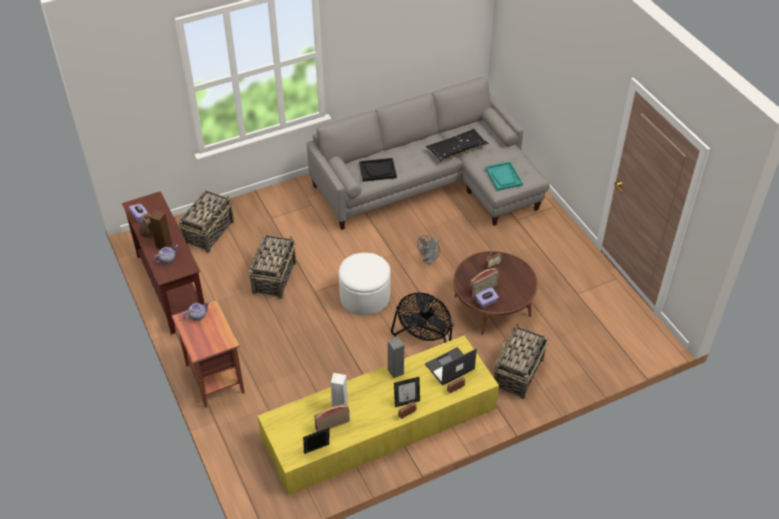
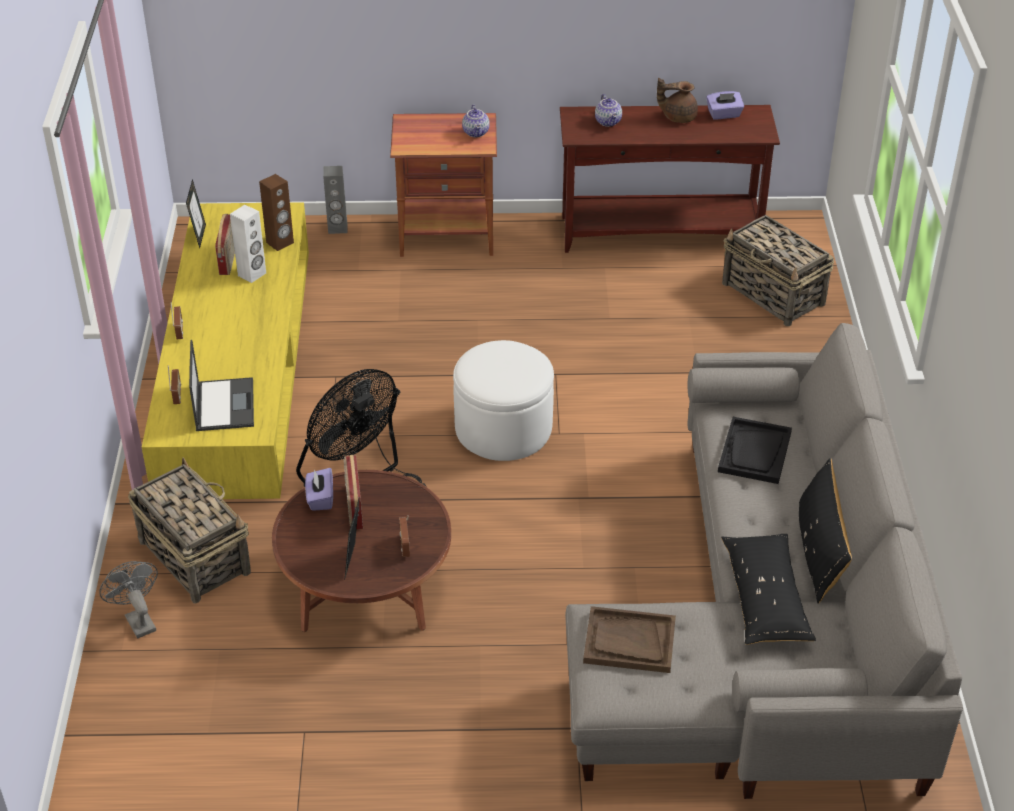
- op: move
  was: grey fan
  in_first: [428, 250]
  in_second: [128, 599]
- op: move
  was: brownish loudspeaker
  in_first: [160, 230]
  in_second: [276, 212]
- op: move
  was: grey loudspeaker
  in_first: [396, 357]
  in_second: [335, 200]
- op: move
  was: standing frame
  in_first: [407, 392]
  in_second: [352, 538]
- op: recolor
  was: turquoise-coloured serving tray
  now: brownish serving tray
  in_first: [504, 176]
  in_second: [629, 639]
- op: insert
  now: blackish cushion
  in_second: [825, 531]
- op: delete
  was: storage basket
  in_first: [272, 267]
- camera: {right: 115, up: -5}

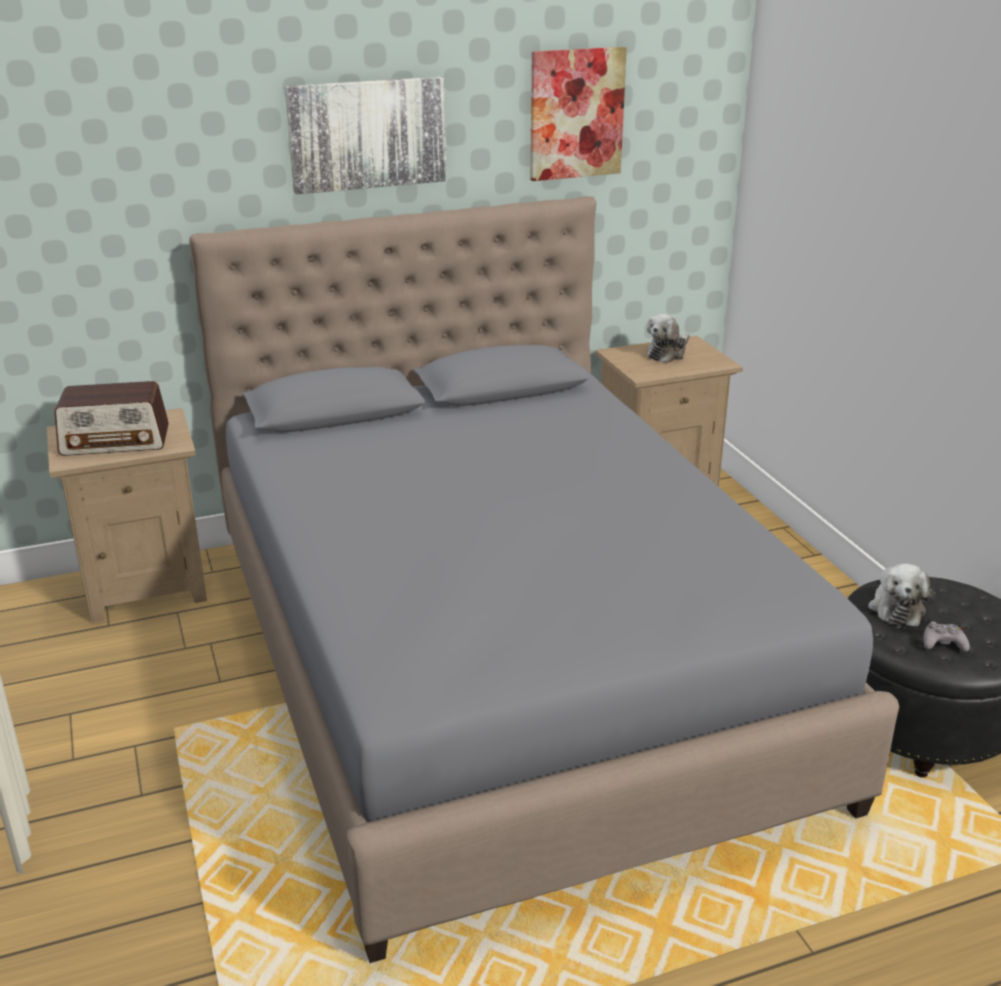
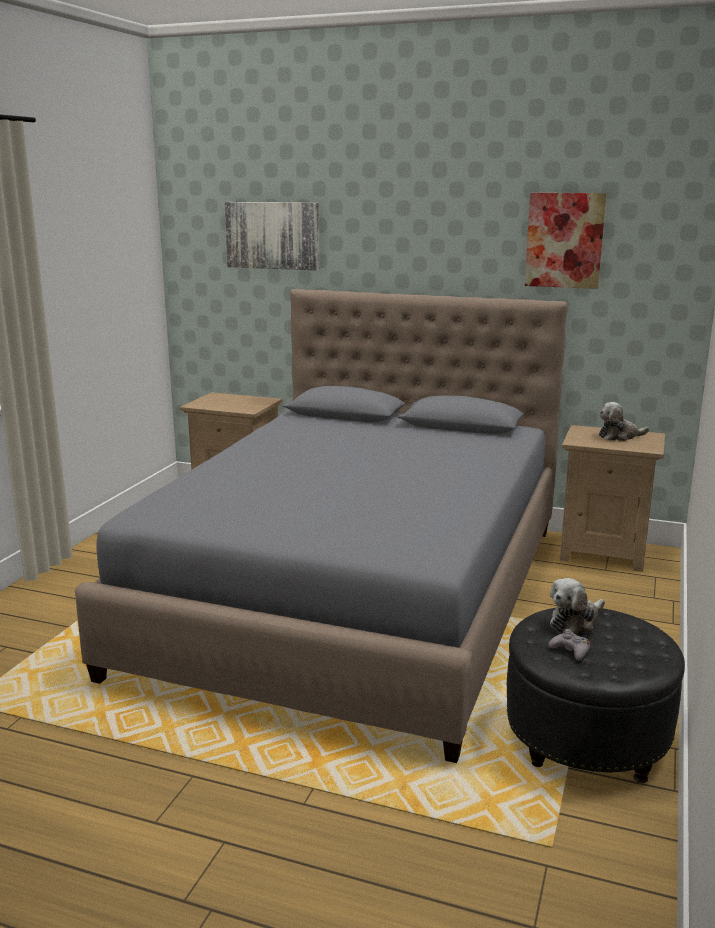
- op: move
  was: wall art
  in_first: [365, 135]
  in_second: [271, 236]
- op: delete
  was: radio set
  in_first: [112, 418]
- camera: {right: 40, up: -10}

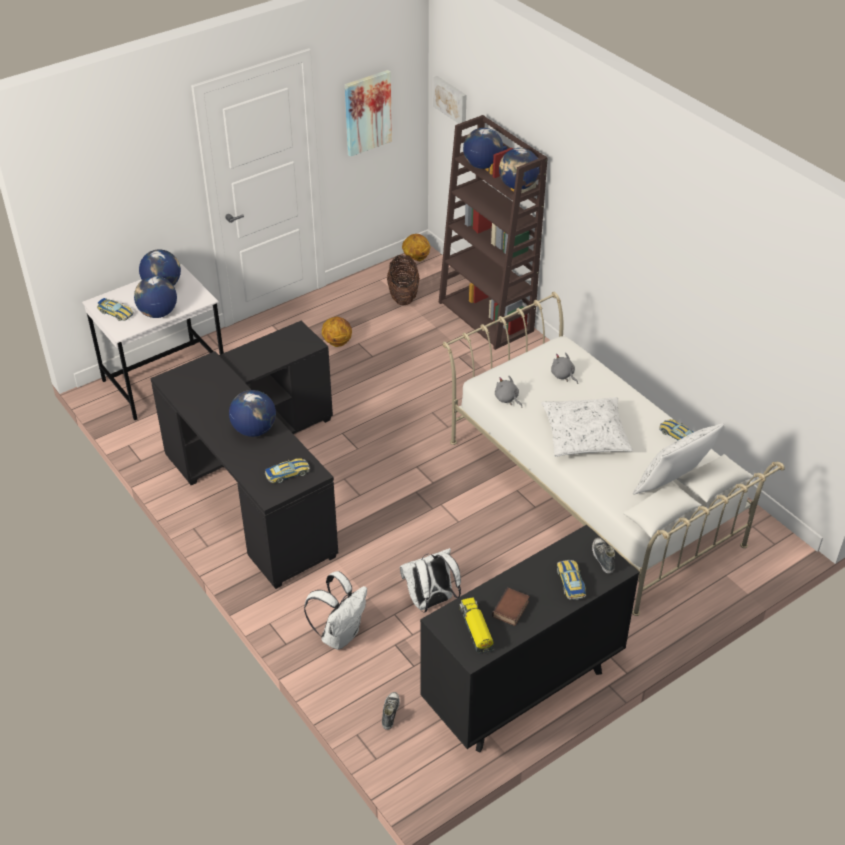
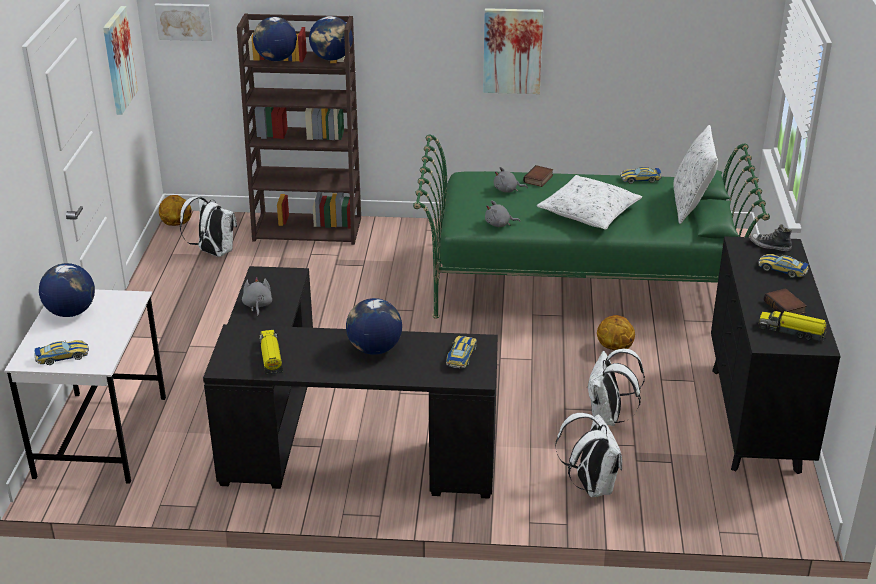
- op: replace
  was: storage basket
  now: whitish rucksack
  in_first: [403, 280]
  in_second: [208, 227]
- op: insert
  now: grey soft toy
  in_second: [257, 296]
- op: insert
  now: model truck
  in_second: [271, 352]
- op: recolor
  was: whitish bed
  now: green bed
  in_first: [614, 454]
  in_second: [591, 227]
- op: insert
  now: wall art
  in_second: [513, 51]
- op: insert
  now: bound book
  in_second: [538, 176]
- op: move
  was: basketball ball
  in_first: [337, 332]
  in_second: [616, 332]
- op: delete
  was: desk globe
  in_first: [155, 297]
- op: delete
  was: low shoe
  in_first: [391, 711]
- camera: {right: -50, up: -10}

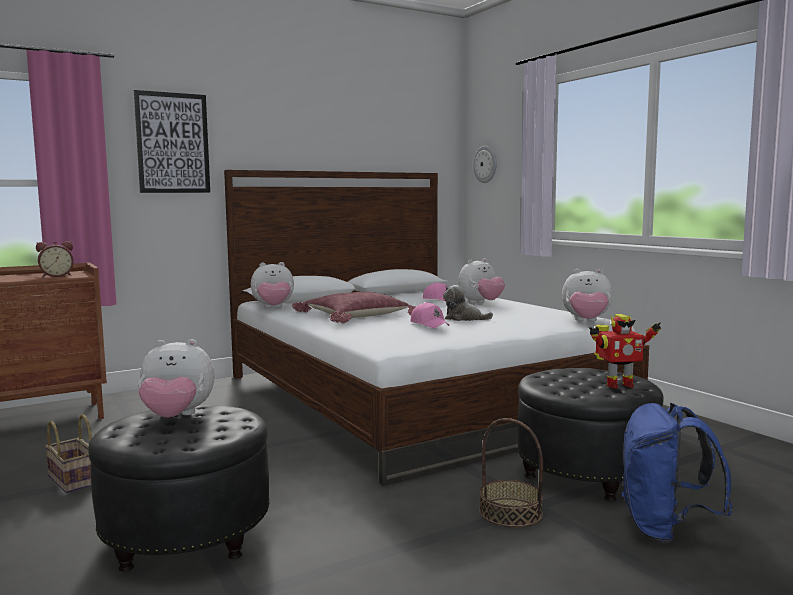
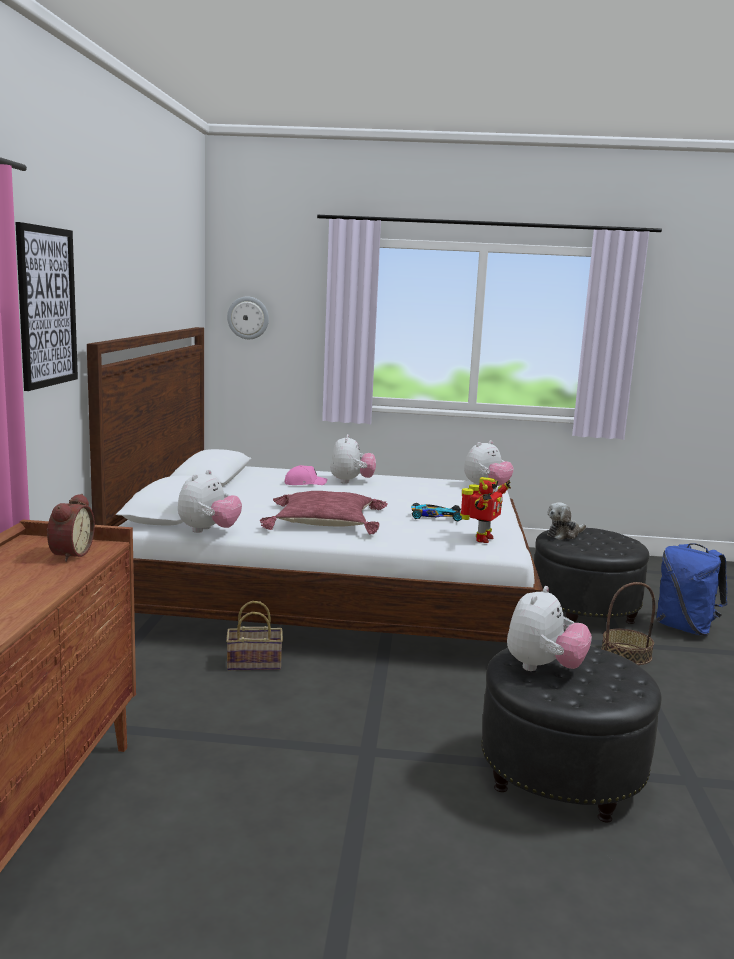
- op: move
  was: storage basket
  in_first: [68, 453]
  in_second: [254, 635]
- op: replace
  was: pinkish cap
  now: miniature car
  in_first: [429, 315]
  in_second: [436, 512]
- op: move
  was: model robot
  in_first: [625, 351]
  in_second: [485, 510]
- op: move
  was: soft toy
  in_first: [468, 303]
  in_second: [566, 521]
- camera: {right: -55, up: 5}

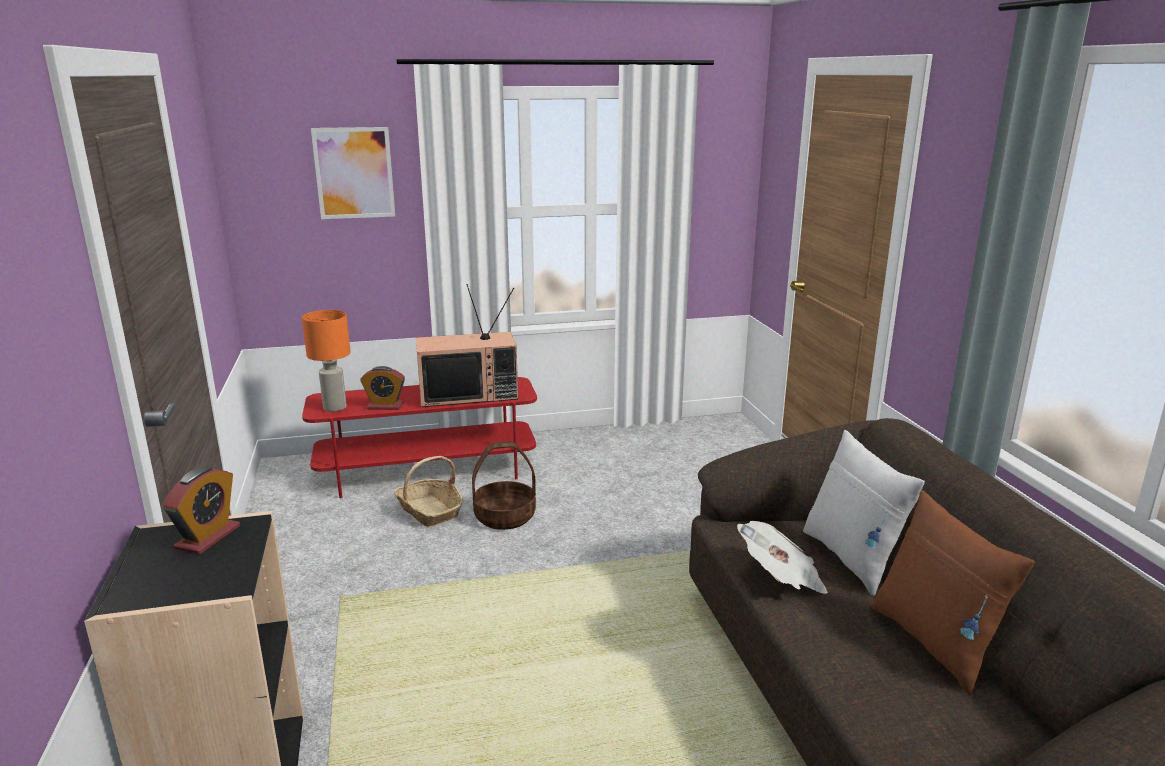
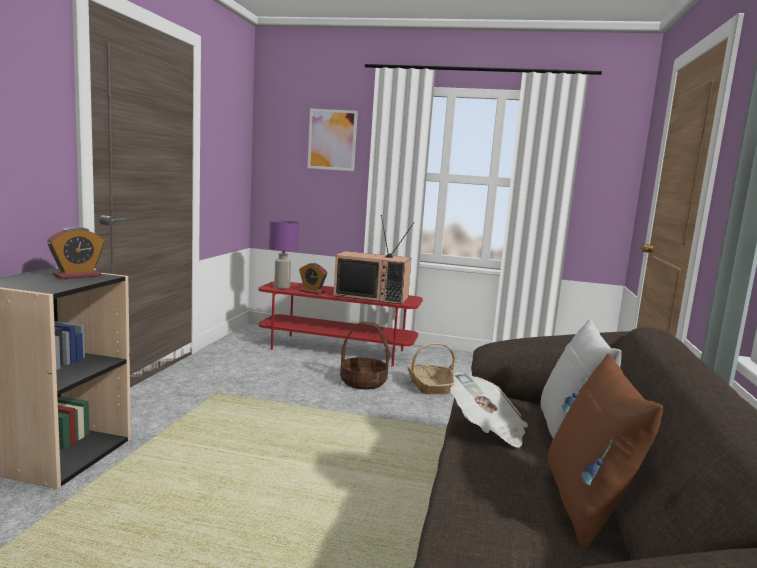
- op: recolor
  was: orangey lamp for a table
  now: purple-coloured lamp for a table
  in_first: [326, 361]
  in_second: [284, 254]
- op: move
  was: storage basket
  in_first: [428, 491]
  in_second: [431, 369]
- camera: {right: 25, up: -10}

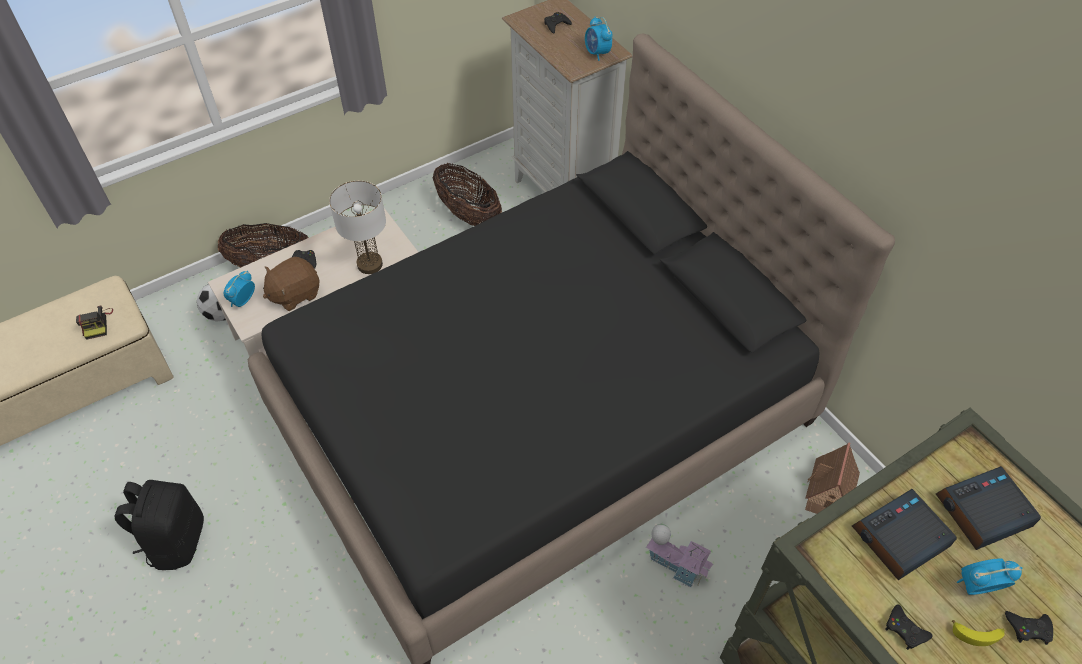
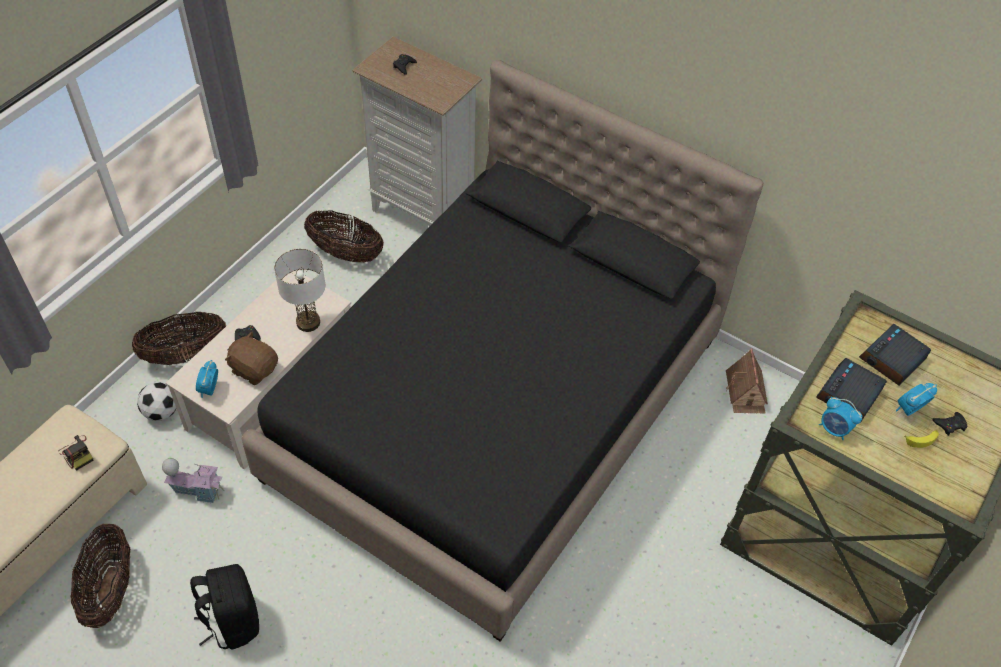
- op: insert
  now: storage basket
  in_second: [100, 576]
- op: move
  was: toy house
  in_first: [679, 556]
  in_second: [193, 480]
- op: rotate
  was: brownish soft toy
  in_first: [291, 284]
  in_second: [251, 358]
  clockwise: 90
- op: move
  was: table clock
  in_first: [599, 38]
  in_second: [840, 418]
- op: delete
  was: blackish joypad
  in_first: [909, 627]
- camera: {right: -25, up: 0}

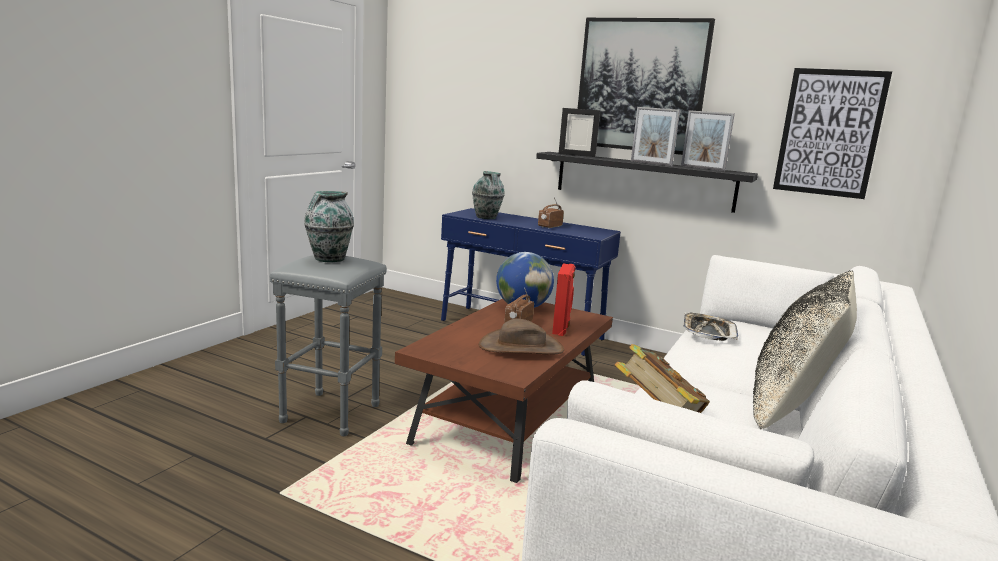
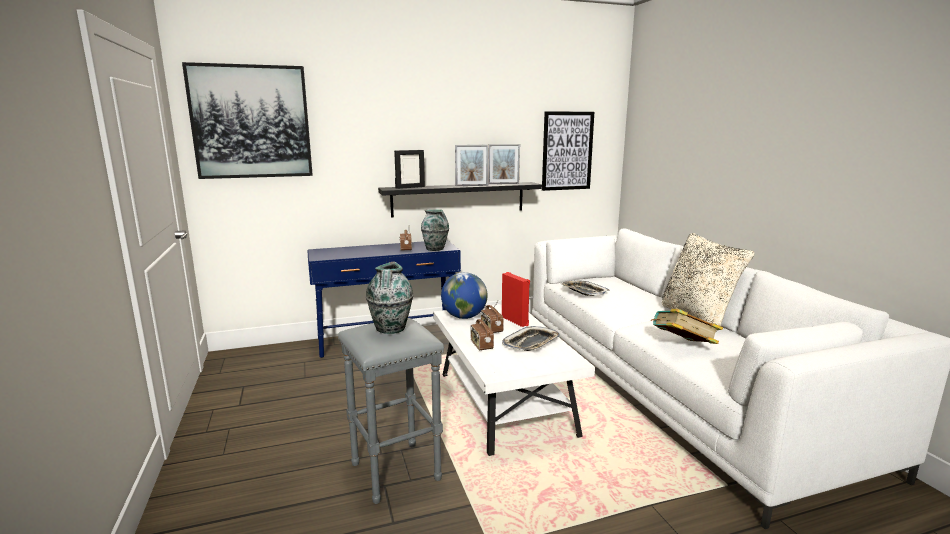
- op: move
  was: wall art
  in_first: [646, 86]
  in_second: [247, 120]
- op: move
  was: flower vase
  in_first: [488, 195]
  in_second: [435, 230]
- op: recolor
  was: brownish coffee table
  now: whitish coffee table
  in_first: [504, 391]
  in_second: [514, 380]
- op: insert
  now: radio set
  in_second: [482, 332]
- op: replace
  was: brownish hat
  now: serving tray
  in_first: [521, 336]
  in_second: [531, 338]
- camera: {right: -45, up: 0}

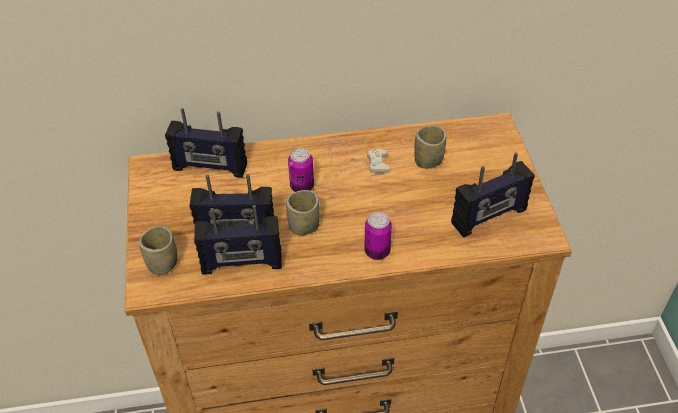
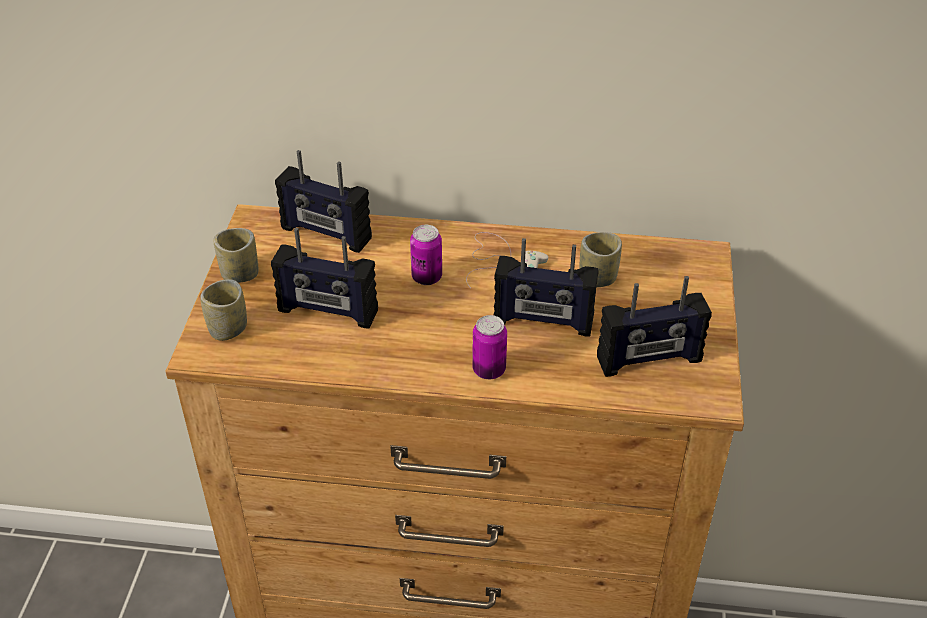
- op: move
  was: small cup
  in_first: [303, 212]
  in_second: [235, 255]
- op: move
  was: radio set
  in_first: [238, 239]
  in_second: [546, 287]
- camera: {right: 15, up: -5}

